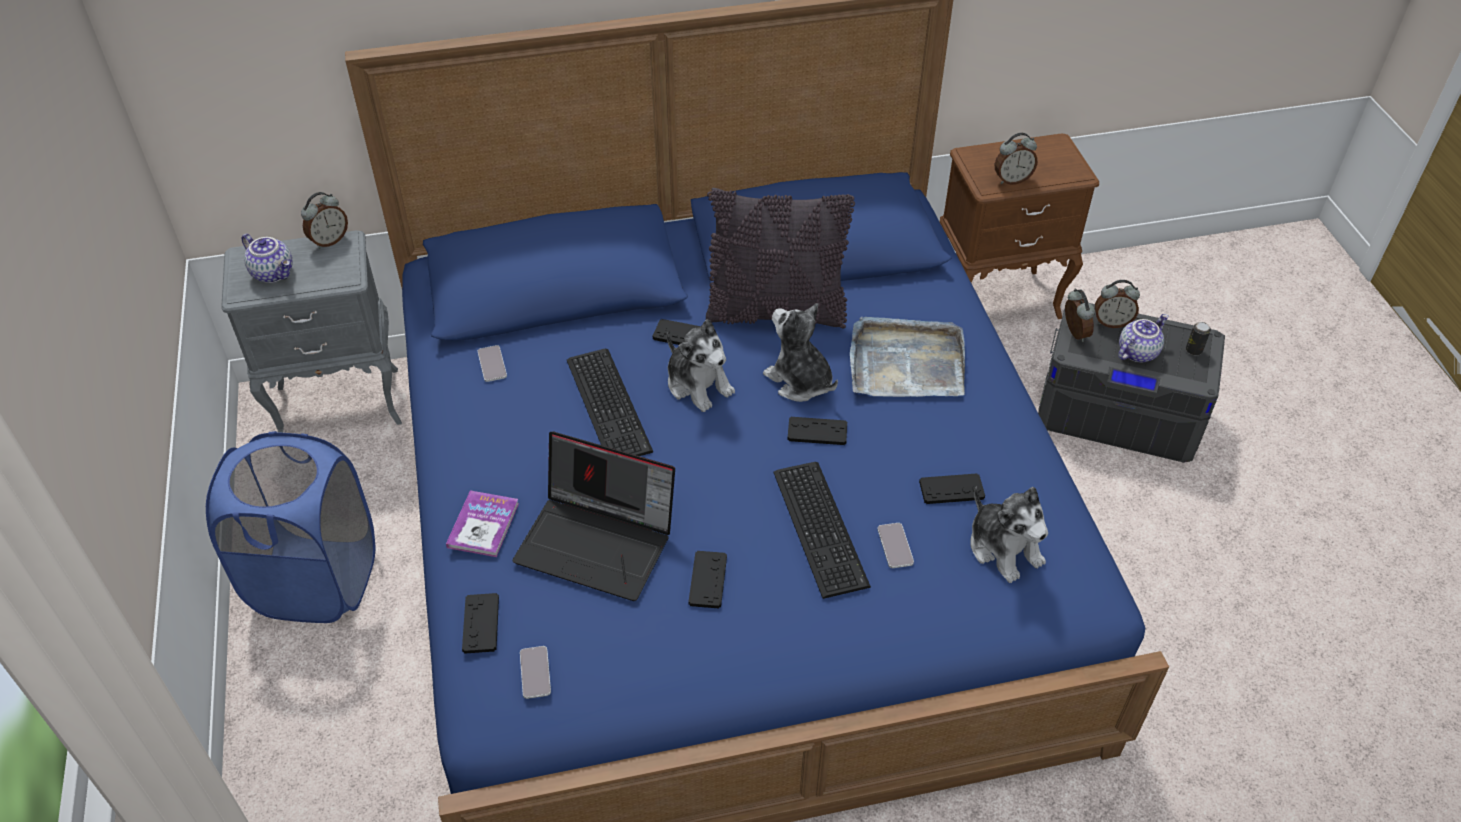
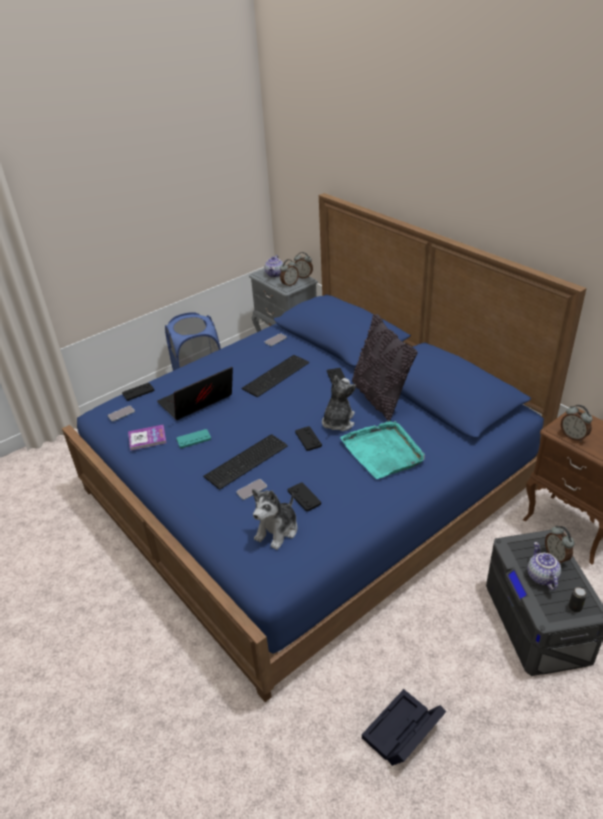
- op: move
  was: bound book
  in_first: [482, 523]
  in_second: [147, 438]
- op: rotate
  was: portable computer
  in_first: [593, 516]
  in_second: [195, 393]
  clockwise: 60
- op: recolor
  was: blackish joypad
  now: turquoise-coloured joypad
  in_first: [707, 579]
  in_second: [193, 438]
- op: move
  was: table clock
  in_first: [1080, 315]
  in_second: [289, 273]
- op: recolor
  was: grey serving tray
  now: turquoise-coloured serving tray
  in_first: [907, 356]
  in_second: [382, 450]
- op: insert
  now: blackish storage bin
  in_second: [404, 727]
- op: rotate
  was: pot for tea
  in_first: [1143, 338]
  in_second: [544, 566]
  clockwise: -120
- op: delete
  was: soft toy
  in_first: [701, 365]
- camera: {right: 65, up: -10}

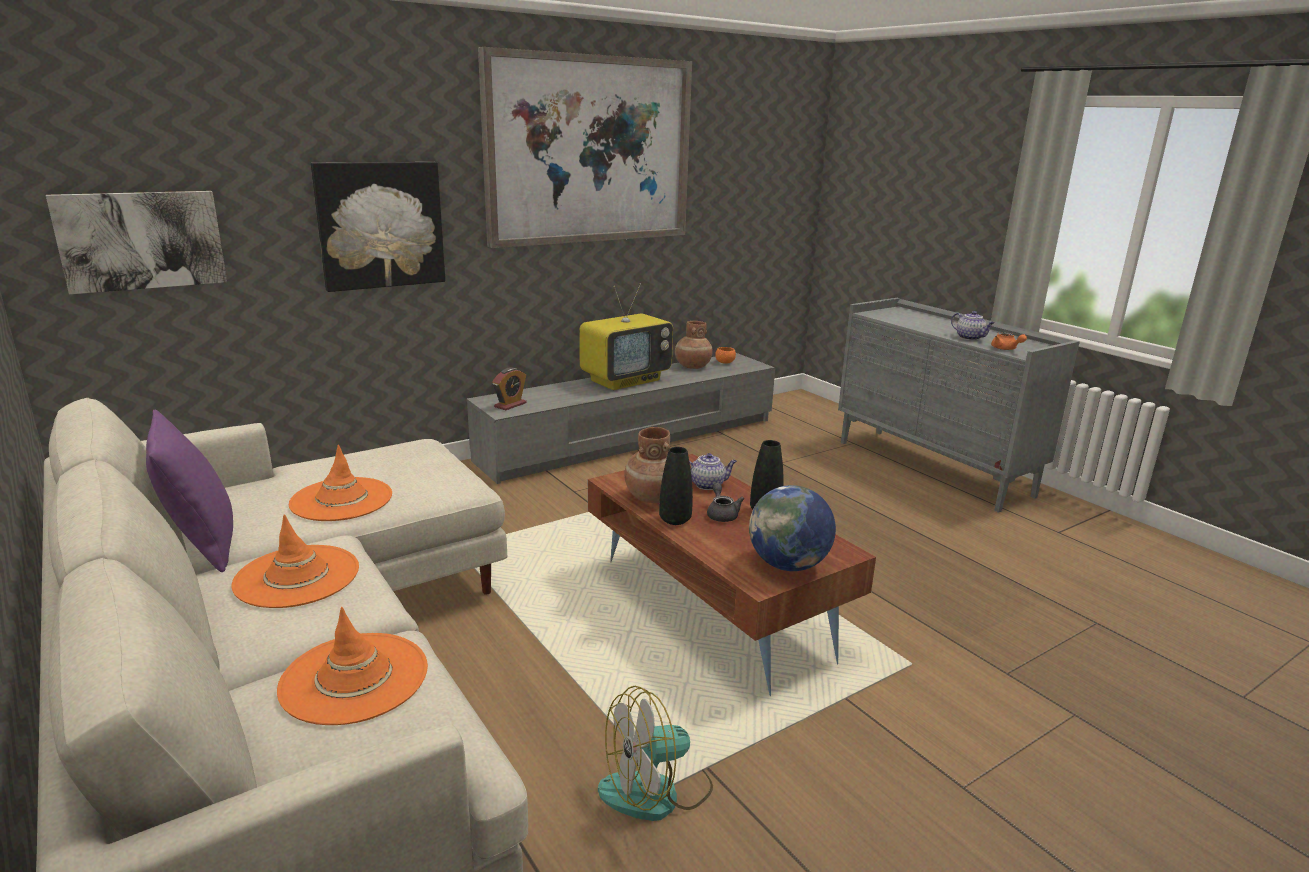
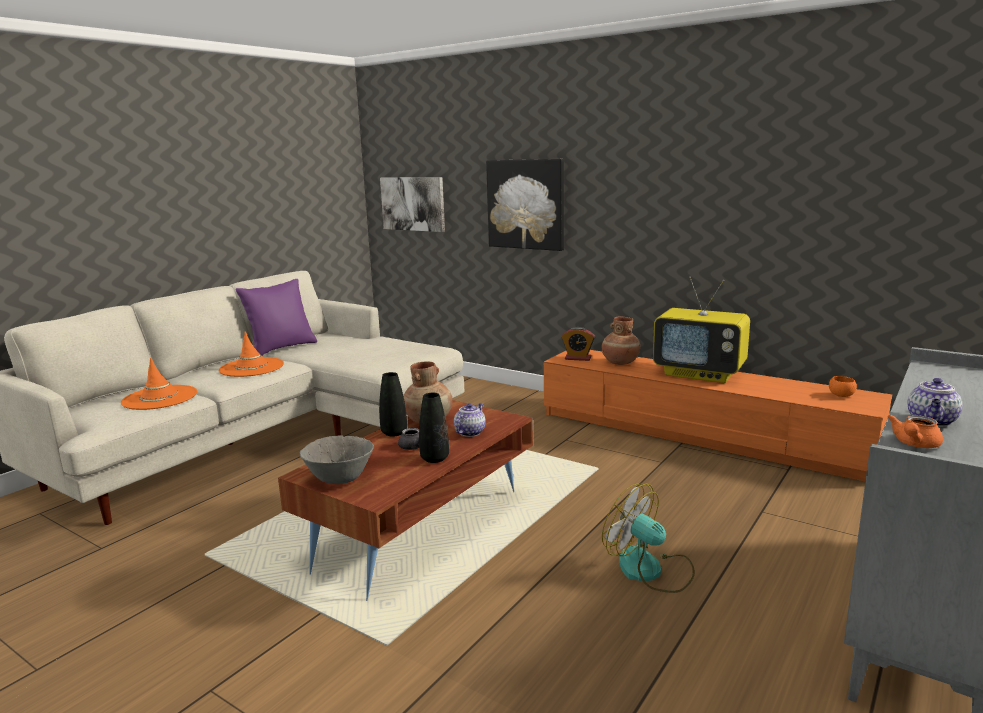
- op: replace
  was: desk globe
  now: grey deep dish
  in_first: [792, 528]
  in_second: [337, 460]
- op: rotate
  was: pot for tea
  in_first: [713, 471]
  in_second: [470, 420]
  clockwise: -120
- op: recolor
  was: grey media console
  now: orangey media console
  in_first: [620, 418]
  in_second: [718, 415]
- op: move
  was: brownish flower vase
  in_first: [694, 345]
  in_second: [621, 340]
- op: move
  was: fan
  in_first: [655, 753]
  in_second: [648, 538]
- op: delete
  was: orangey hat
  in_first: [340, 483]
- op: delete
  was: wall art
  in_first: [585, 147]
- camera: {right: 70, up: -5}

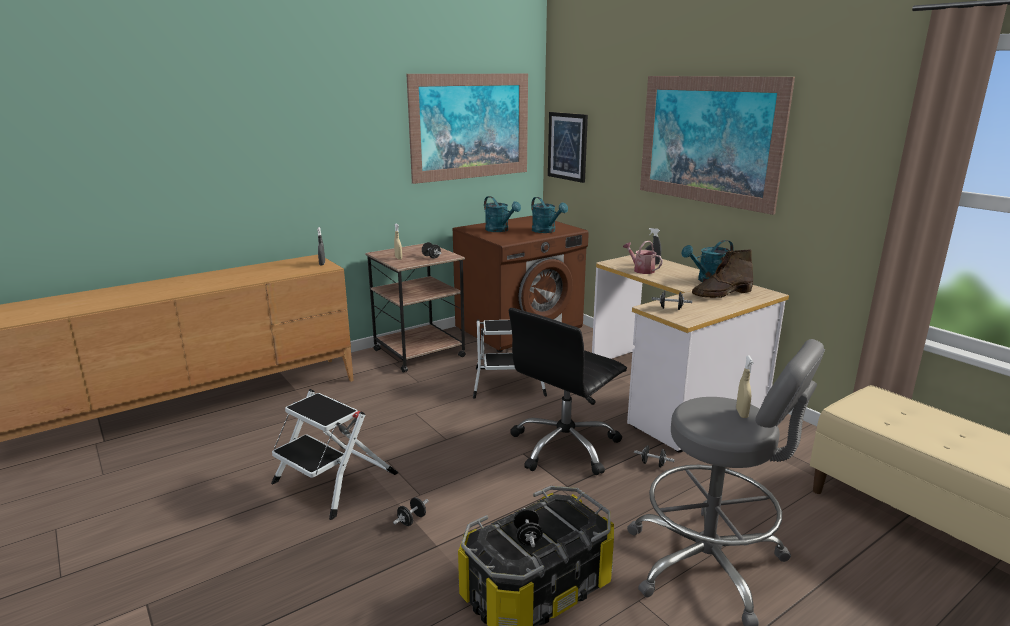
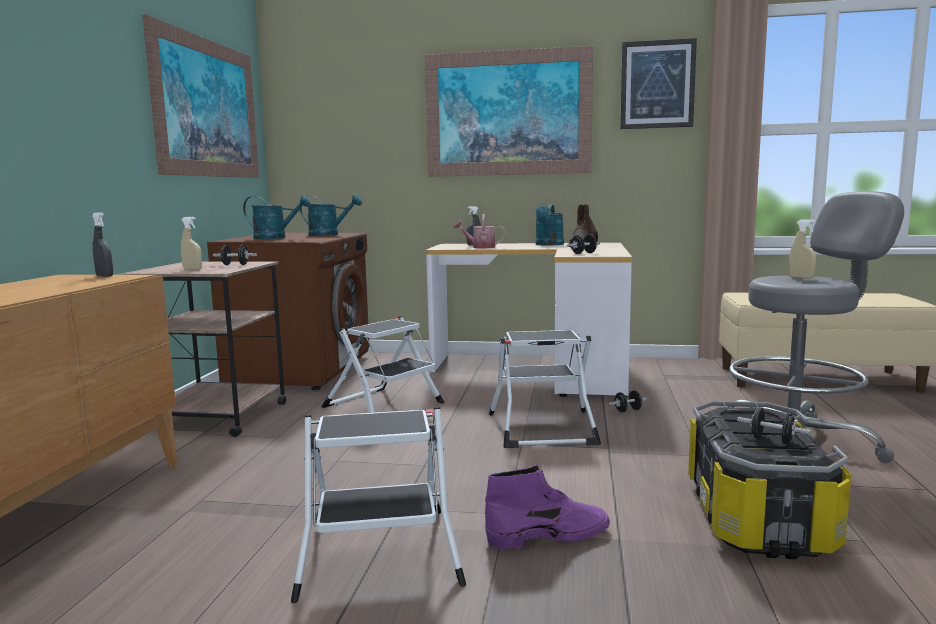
- op: replace
  was: blackish dumbbell
  now: purple-coloured high-top boot
  in_first: [411, 511]
  in_second: [547, 507]
- op: replace
  was: blackish computer chair
  now: step stool
  in_first: [568, 391]
  in_second: [545, 389]
- op: move
  was: wall art
  in_first: [568, 147]
  in_second: [658, 83]
- camera: {right: -45, up: -10}

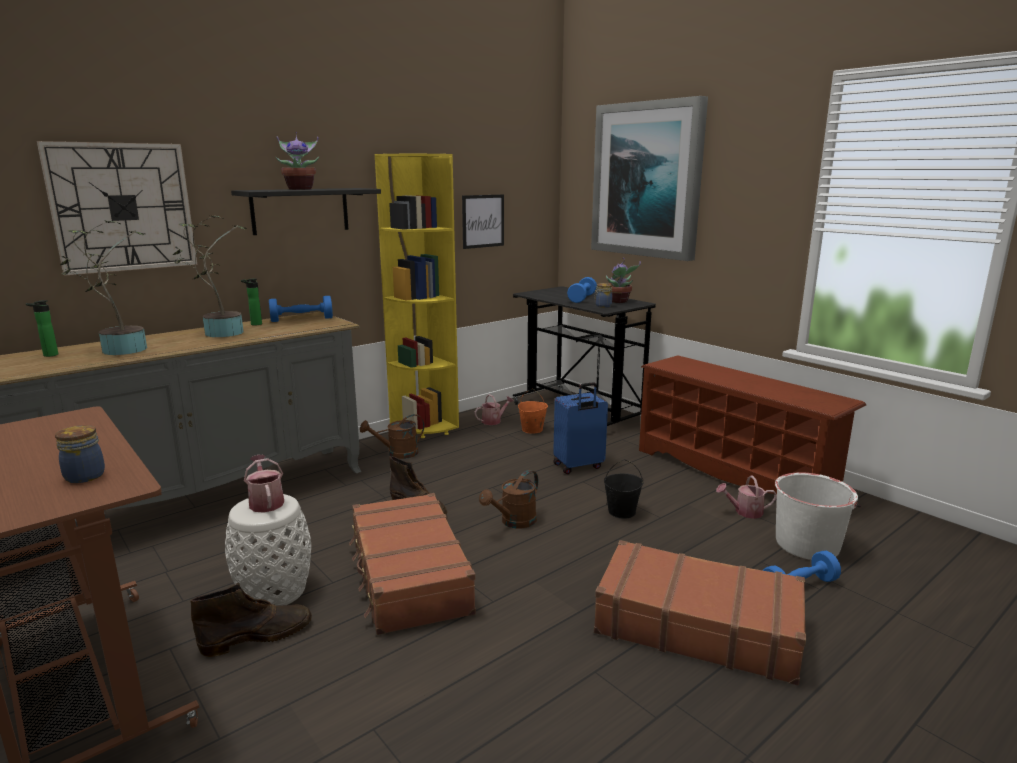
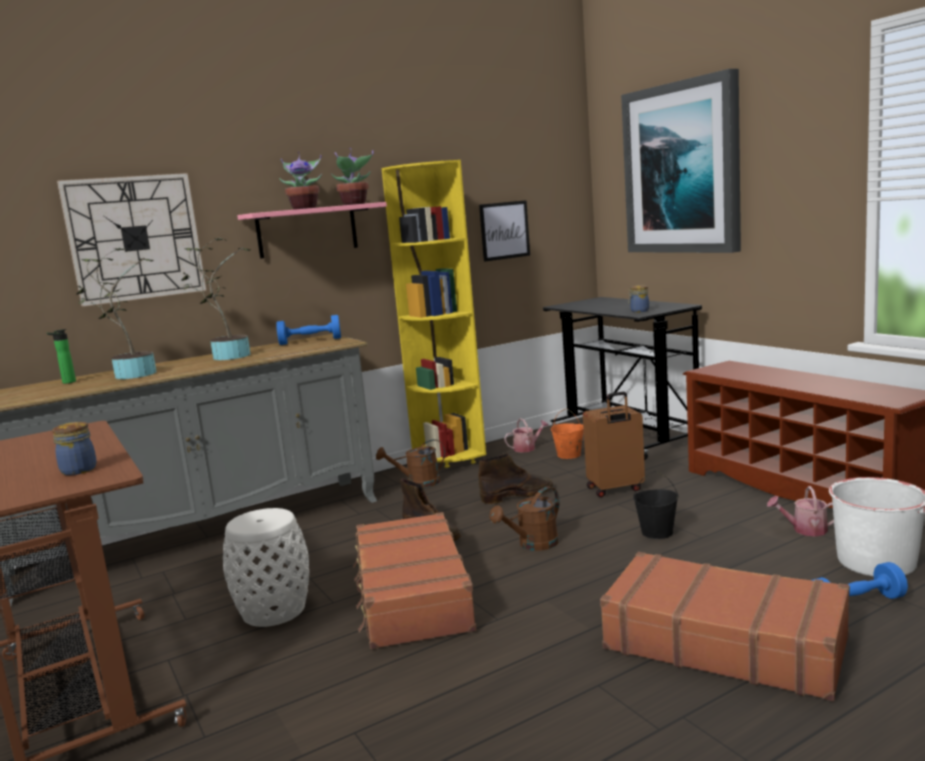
- op: recolor
  was: blackish shelf
  now: pinkish shelf
  in_first: [306, 211]
  in_second: [312, 230]
- op: move
  was: potted plant
  in_first: [623, 280]
  in_second: [353, 176]
- op: move
  was: brownish high-top boot
  in_first: [251, 620]
  in_second: [515, 478]
- op: recolor
  was: blue-coloured suitcase
  now: brownish suitcase
  in_first: [580, 428]
  in_second: [614, 444]
- op: delete
  was: bottle
  in_first: [251, 302]
- op: delete
  was: watering can
  in_first: [264, 484]
- op: delete
  was: blue-coloured dumbbell
  in_first: [582, 290]
- camera: {right: 10, up: -5}

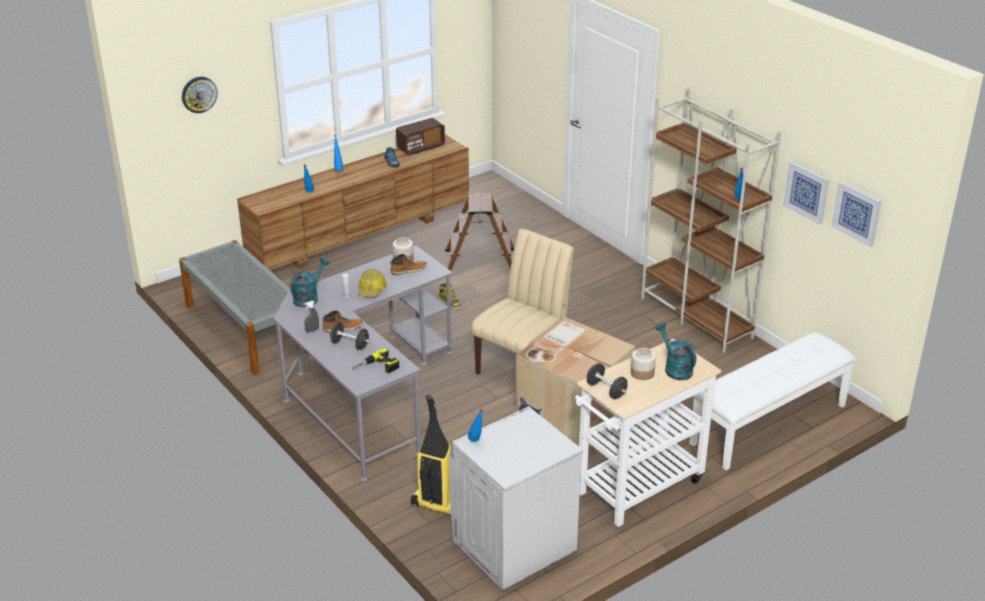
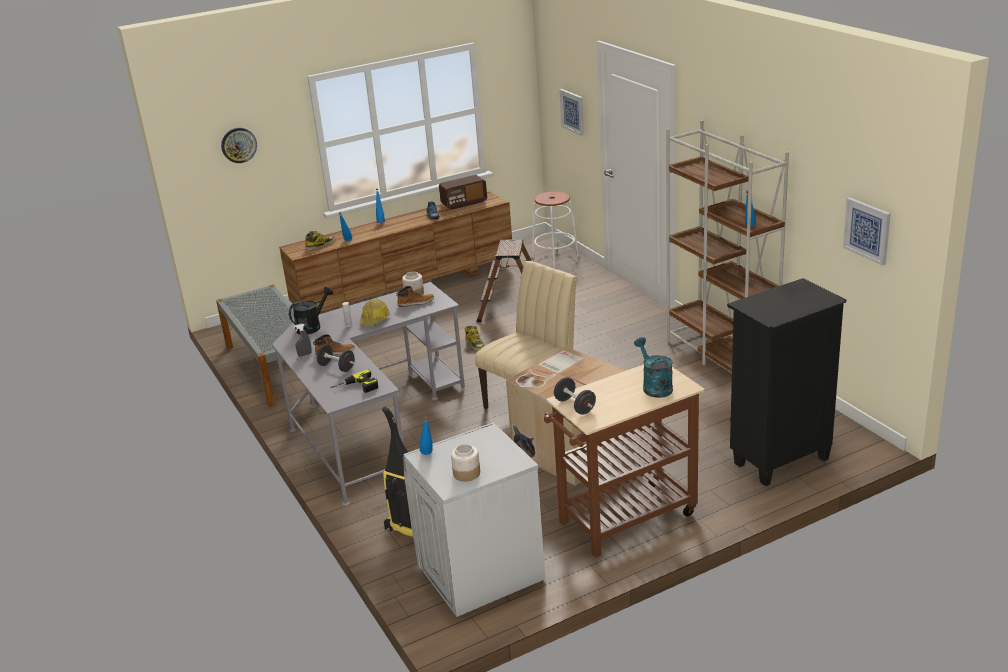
- op: recolor
  was: turquoise-coloured watering can
  now: blackish watering can
  in_first: [310, 282]
  in_second: [311, 310]
- op: insert
  now: high-top boot
  in_second: [320, 240]
- op: move
  was: preserve jar
  in_first: [643, 364]
  in_second: [465, 462]
- op: insert
  now: whitish stool seat
  in_second: [555, 229]
- op: recolor
  was: whitish trolley
  now: brownish trolley
  in_first: [648, 433]
  in_second: [624, 461]
- op: move
  was: wall art
  in_first: [806, 192]
  in_second: [571, 112]
- op: replace
  was: whitish long seat
  now: blackish cupboard
  in_first: [772, 401]
  in_second: [786, 382]
- camera: {right: 10, up: -5}

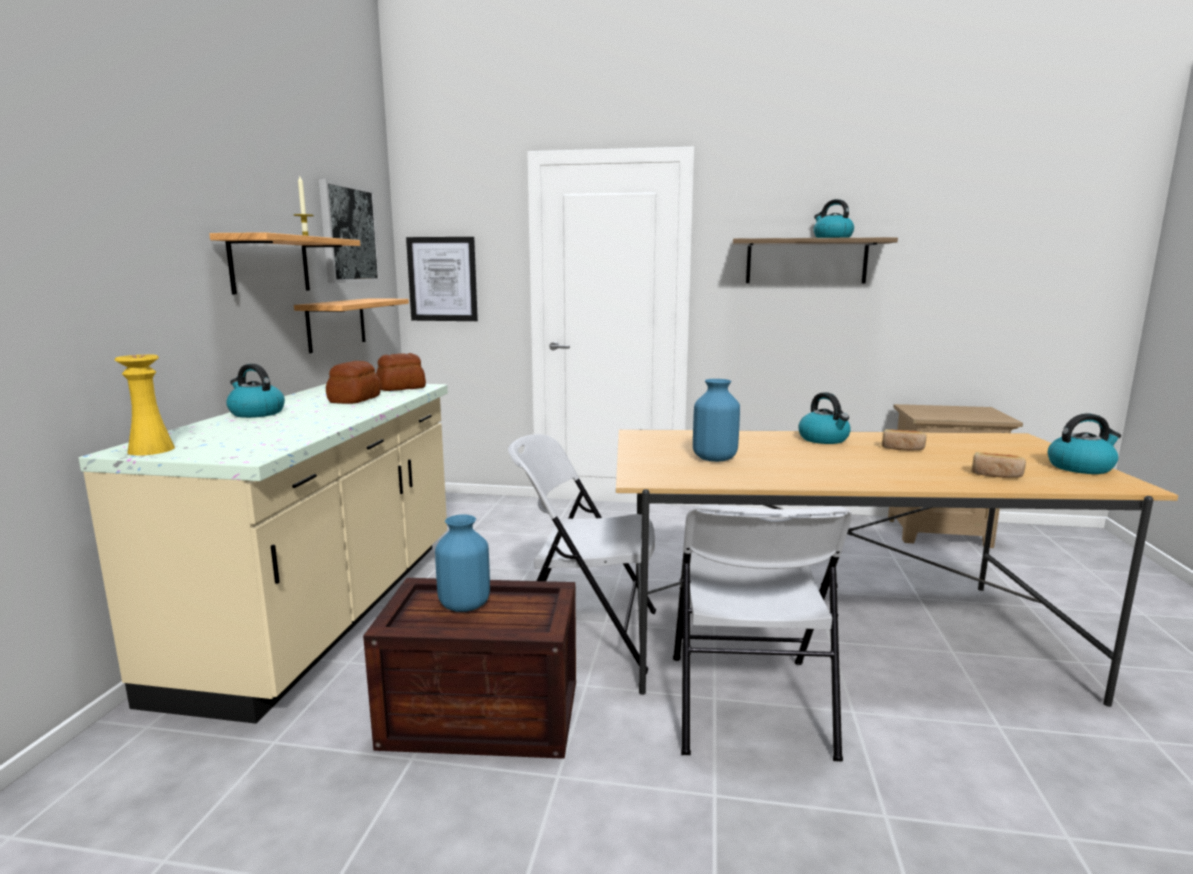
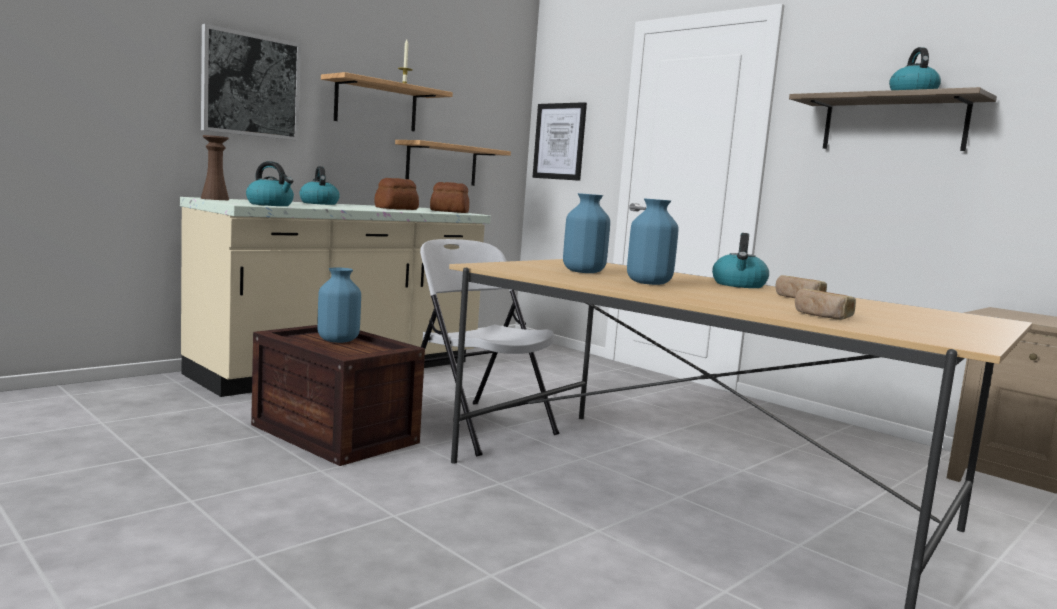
- op: move
  was: wall art
  in_first: [349, 231]
  in_second: [251, 82]
- op: recolor
  was: yellow flower vase
  now: brownish flower vase
  in_first: [144, 405]
  in_second: [215, 167]
- op: move
  was: water kettle
  in_first: [1084, 443]
  in_second: [270, 183]
- op: insert
  now: blue-coloured flower vase
  in_second: [653, 241]
- op: delete
  was: whitish plain chair
  in_first: [762, 633]
- camera: {right: 35, up: -5}

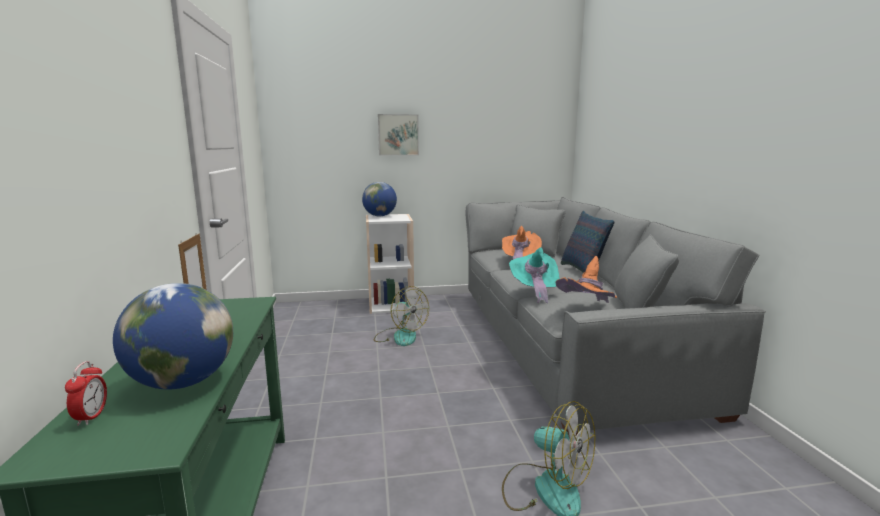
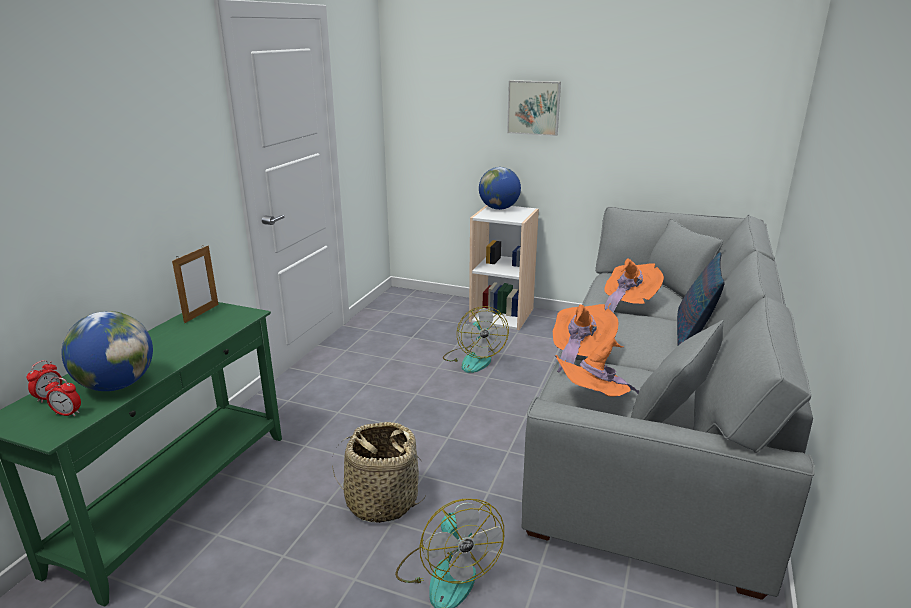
- op: insert
  now: table clock
  in_second: [63, 396]
- op: insert
  now: storage basket
  in_second: [378, 472]
- op: recolor
  was: turquoise-coloured hat
  now: orangey hat
  in_first: [534, 275]
  in_second: [586, 338]
- camera: {right: 30, up: 10}

